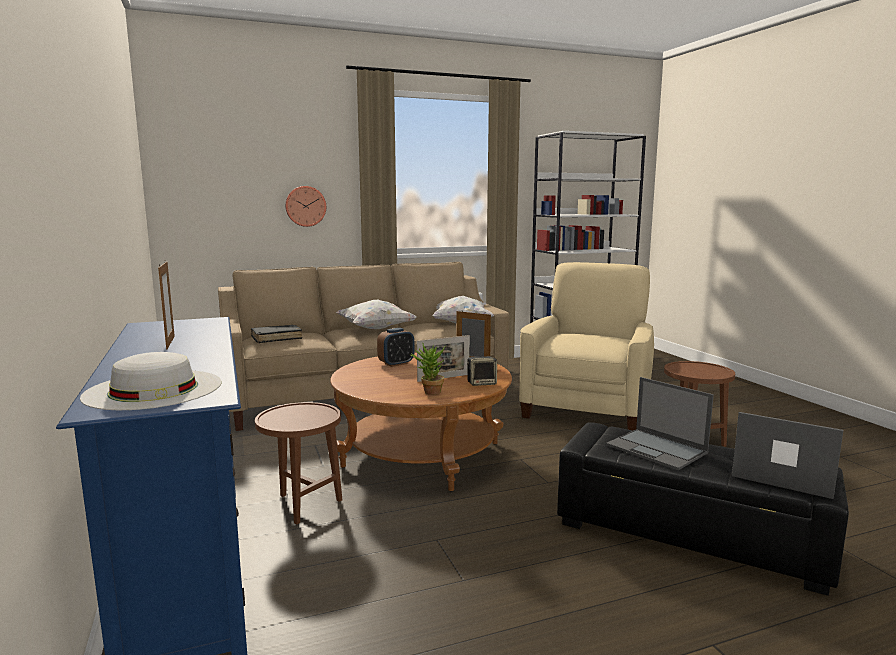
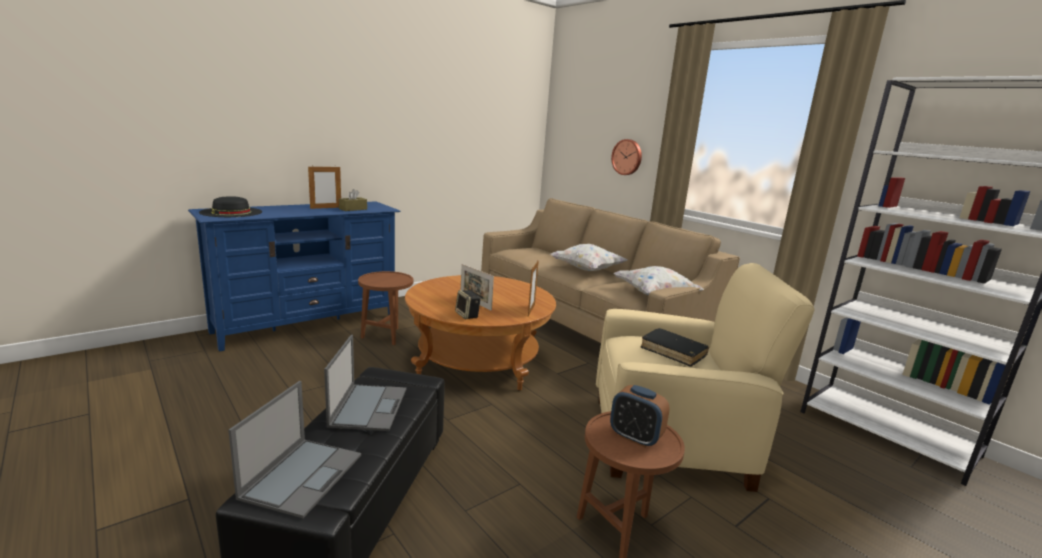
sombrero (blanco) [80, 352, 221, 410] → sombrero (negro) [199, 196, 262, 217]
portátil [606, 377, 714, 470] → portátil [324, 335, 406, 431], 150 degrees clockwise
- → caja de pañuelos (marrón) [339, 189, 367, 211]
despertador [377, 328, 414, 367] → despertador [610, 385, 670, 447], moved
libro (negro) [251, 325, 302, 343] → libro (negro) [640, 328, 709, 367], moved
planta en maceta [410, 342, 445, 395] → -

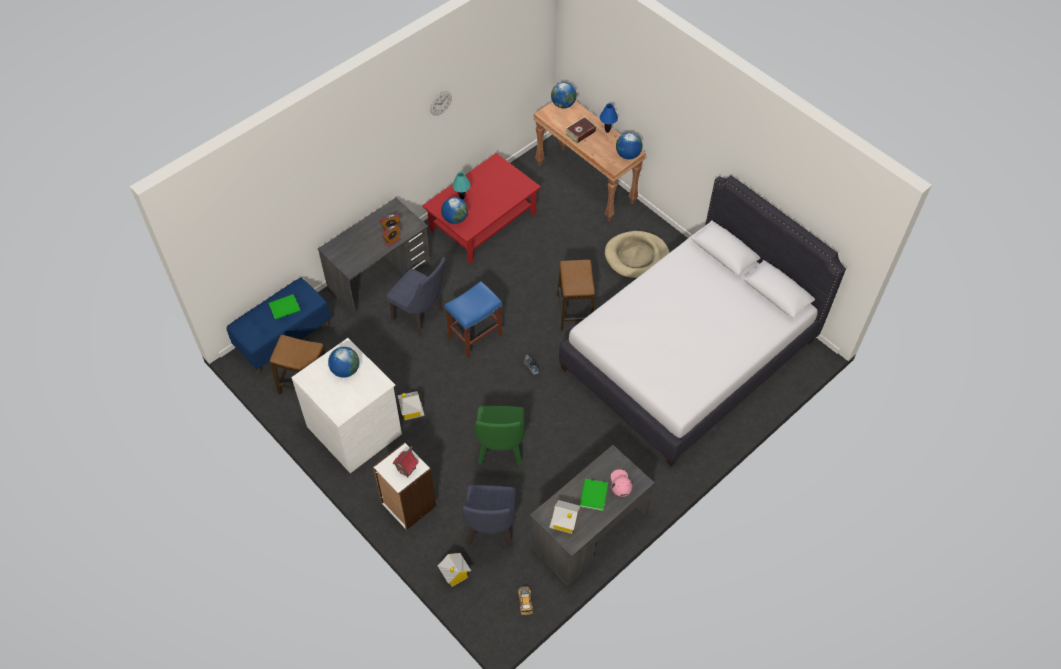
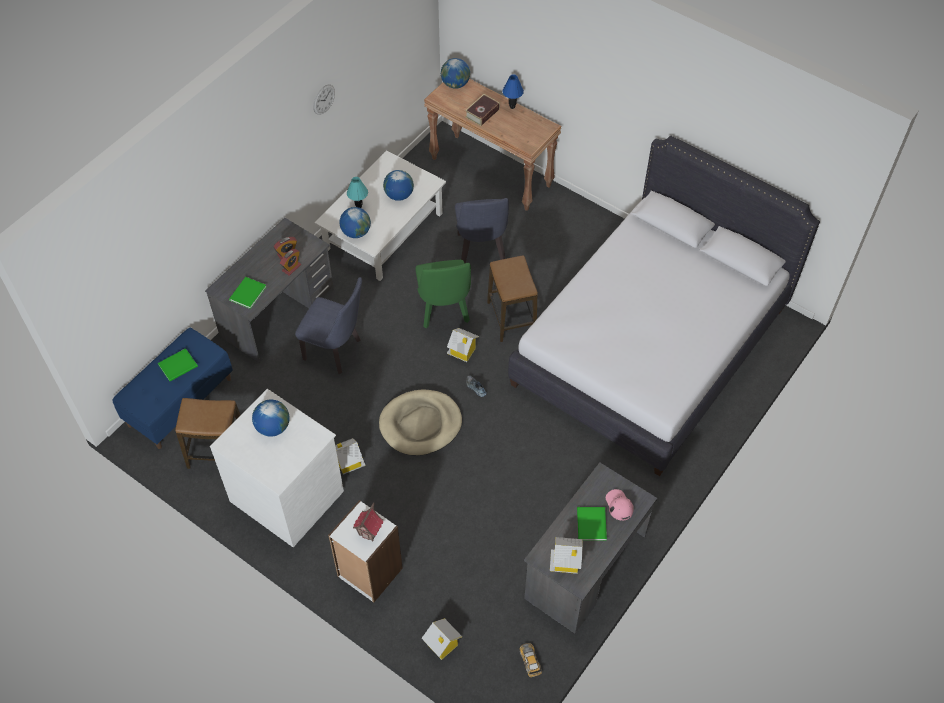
- → libro (verde) [229, 277, 267, 309]
mesa de centro (rojo) [422, 153, 541, 263] → mesa de centro (blanco) [315, 150, 446, 281]
cama para perro (beis) [605, 231, 670, 278] → cama para perro (beis) [379, 390, 462, 456], moved
globo terráqueo [616, 133, 643, 159] → globo terráqueo [383, 170, 414, 201], moved
silla (verde) [474, 406, 525, 465] → silla (verde) [415, 260, 471, 328], moved
- → casita [447, 328, 479, 362]
silla (azul) [462, 485, 516, 547] → silla (azul) [455, 198, 509, 263], moved
taburete (azul) [445, 281, 502, 358] → -

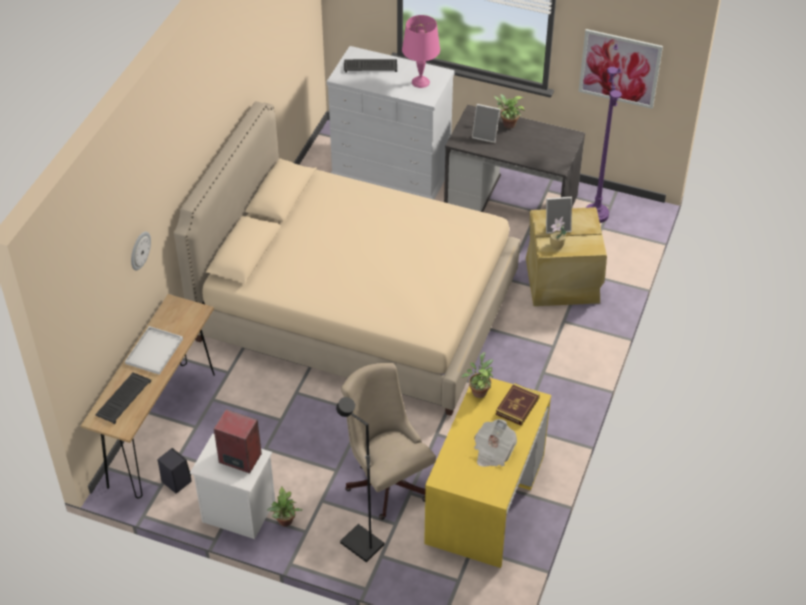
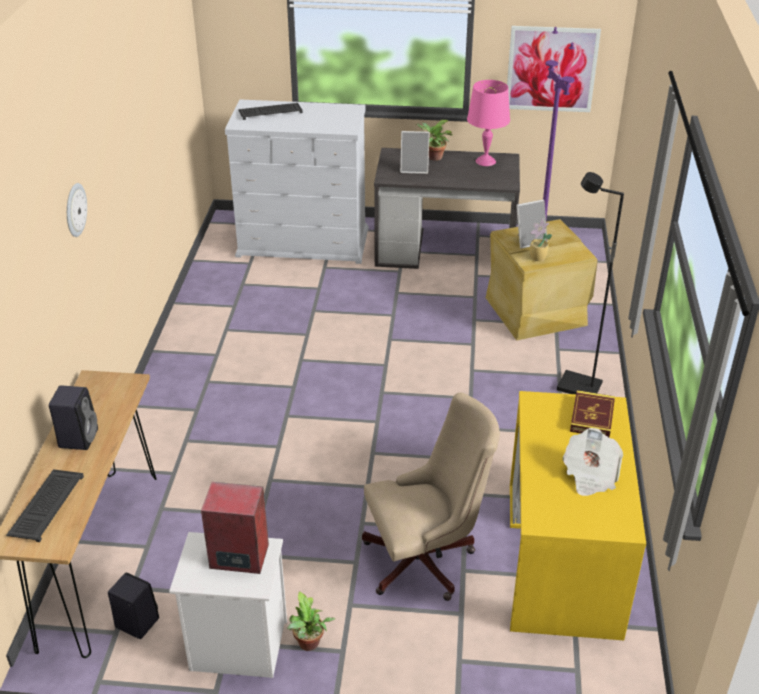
bandeja (blanco) [125, 326, 183, 375] → altavoz (negro) [49, 385, 98, 450]
reloj de pared [131, 231, 151, 270] → reloj de pared [67, 183, 87, 237], moved
silla de oficina (beis) [341, 363, 436, 520] → silla de oficina (beis) [362, 392, 500, 601], 120 degrees clockwise
lámpara de mesa (rosa) [402, 15, 440, 88] → lámpara de mesa (rosa) [467, 80, 510, 166], moved
lámpara de pie (negro) [336, 397, 385, 563] → lámpara de pie (negro) [557, 172, 624, 394], moved
cama (beis) [174, 101, 520, 416] → -
planta en maceta [461, 352, 493, 398] → -

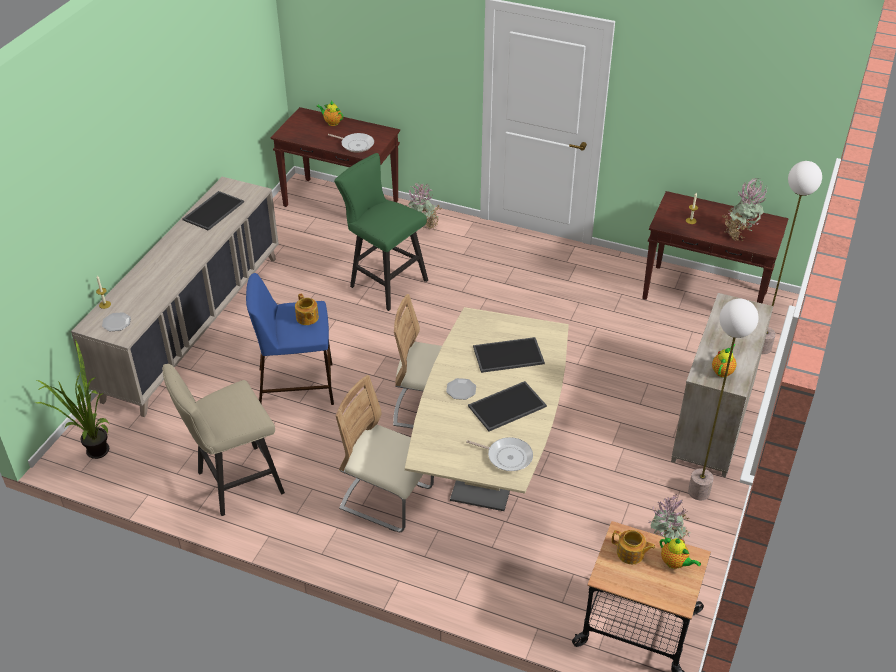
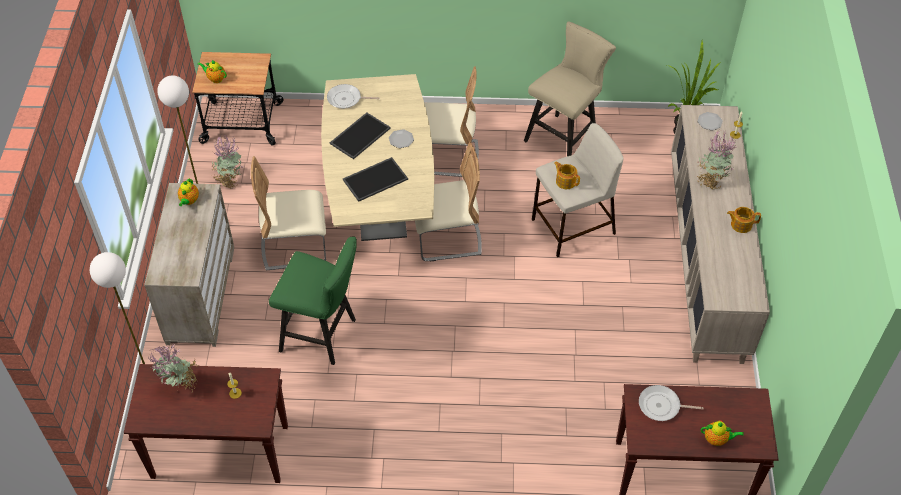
- → silla (beis) [251, 156, 326, 271]
taburete (verde) [334, 153, 428, 311] → taburete (verde) [269, 237, 357, 365], moved
taburete (azul) [246, 273, 334, 405] → taburete (beis) [532, 123, 624, 257]
planta en maceta [408, 183, 441, 230] → planta en maceta [697, 129, 737, 190], moved
tetera [612, 530, 655, 564] → tetera [727, 207, 761, 233], moved
bandeja [182, 191, 244, 231] → -

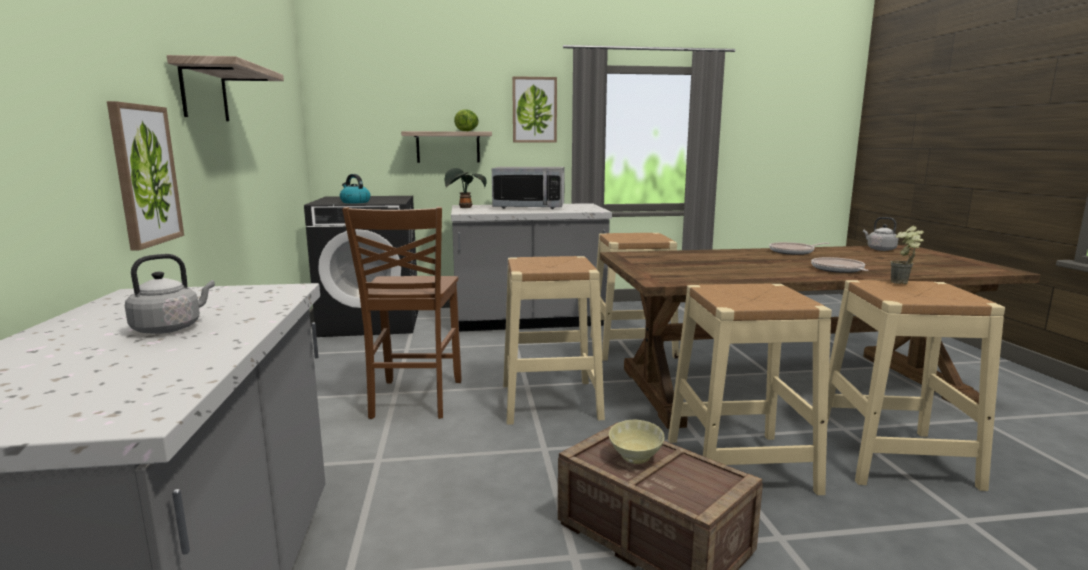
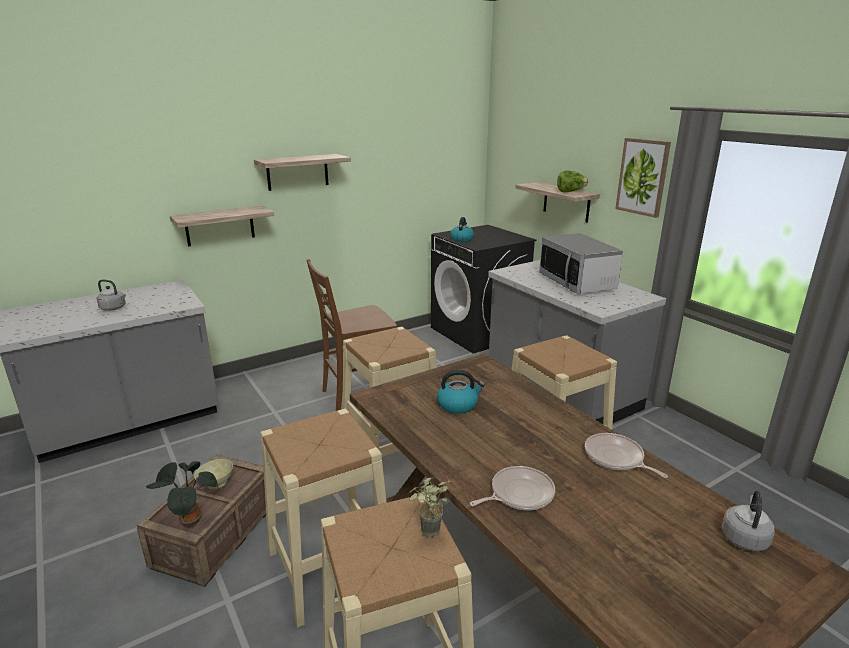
planta en maceta [444, 168, 487, 208] → planta en maceta [146, 461, 218, 527], moved
cuadro [107, 101, 184, 251] → estante [170, 206, 274, 247]
- → hervidor [437, 370, 485, 414]

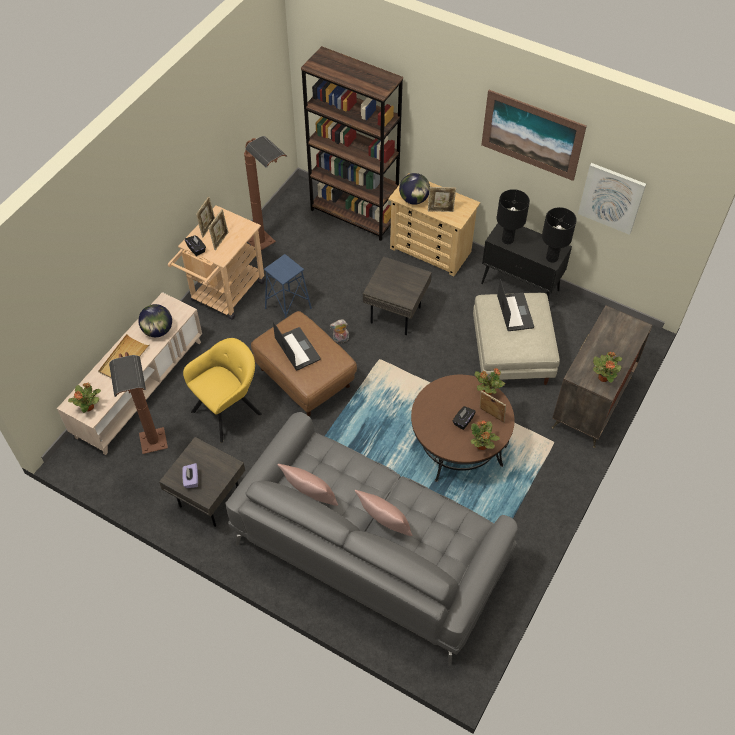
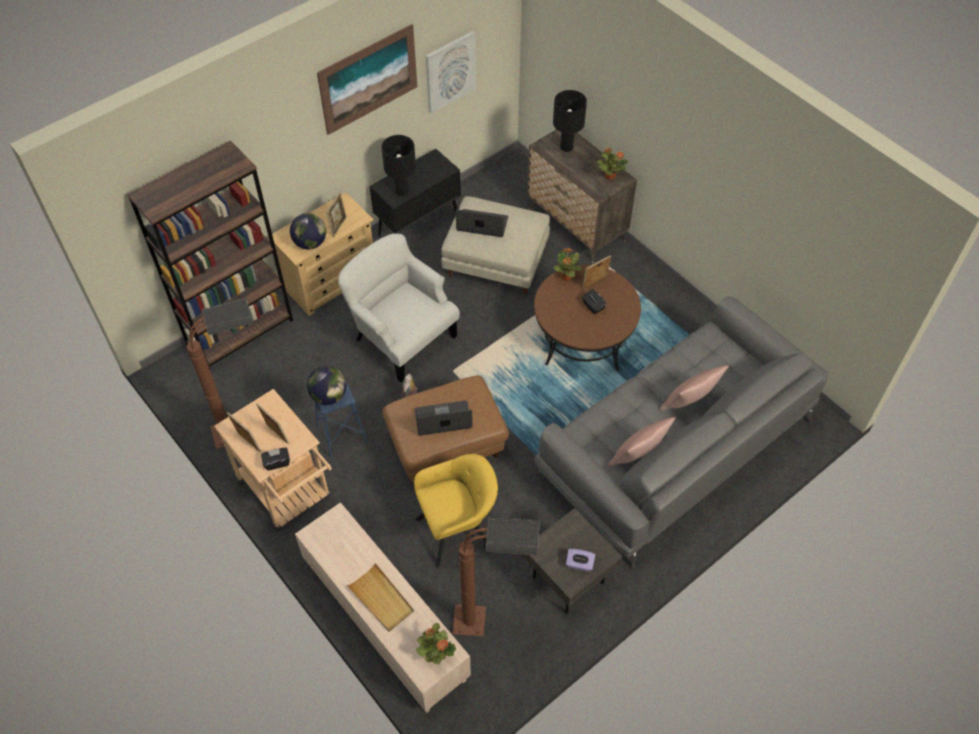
globo terráqueo [138, 304, 172, 337] → globo terráqueo [307, 366, 347, 405], moved
mesa auxiliar (gris) [363, 257, 432, 335] → sillón (blanco) [338, 233, 460, 383]
sillón (amarillo) [183, 338, 262, 443] → sillón (amarillo) [414, 454, 498, 568], 90 degrees clockwise
lámpara de mesa (negro) [542, 207, 577, 263] → lámpara de mesa (negro) [553, 90, 587, 152], moved
planta en maceta [471, 420, 500, 450] → -

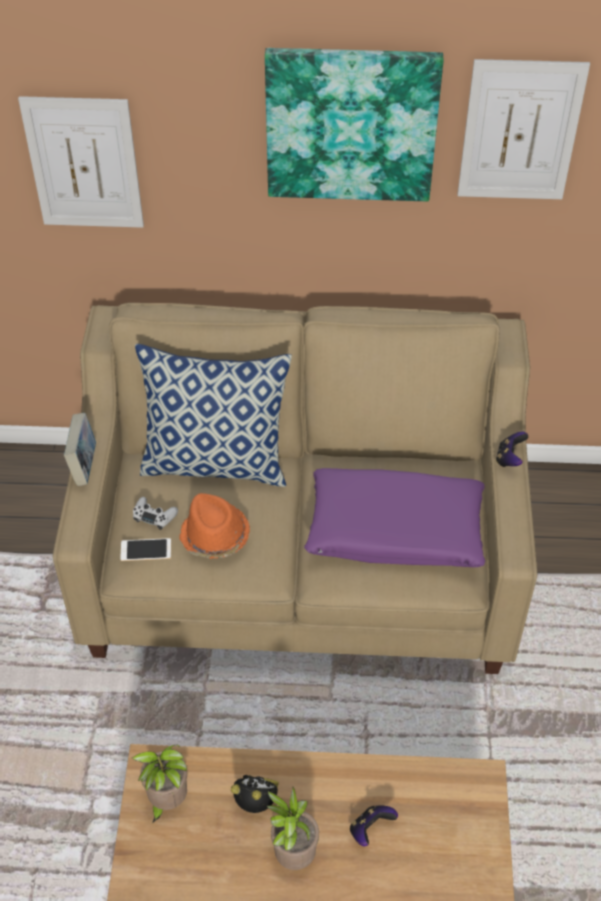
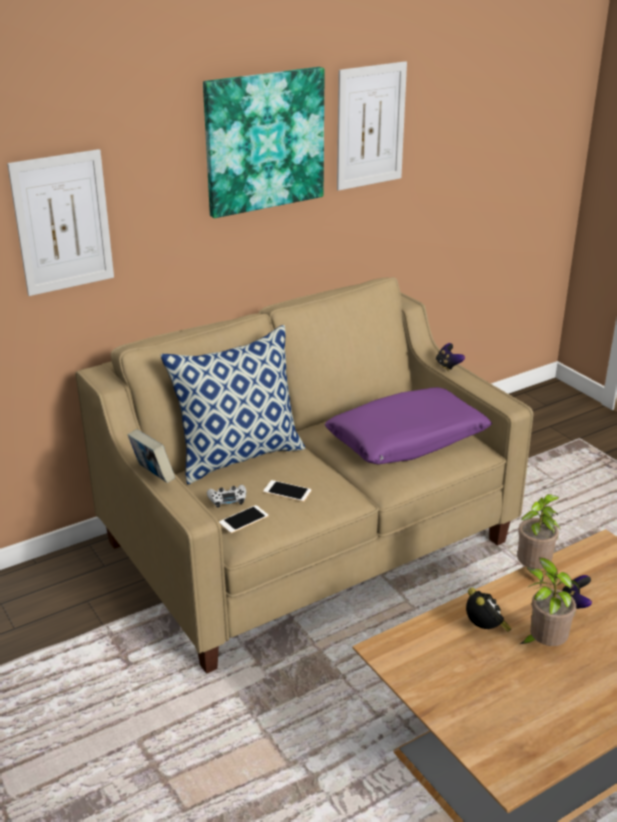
sombrero (naranja) [179, 493, 250, 559] → móvil [263, 480, 312, 502]
despertador [231, 775, 279, 813] → despertador [466, 588, 511, 632], 90 degrees clockwise
planta en maceta [132, 745, 187, 823] → planta en maceta [517, 494, 561, 587], moved

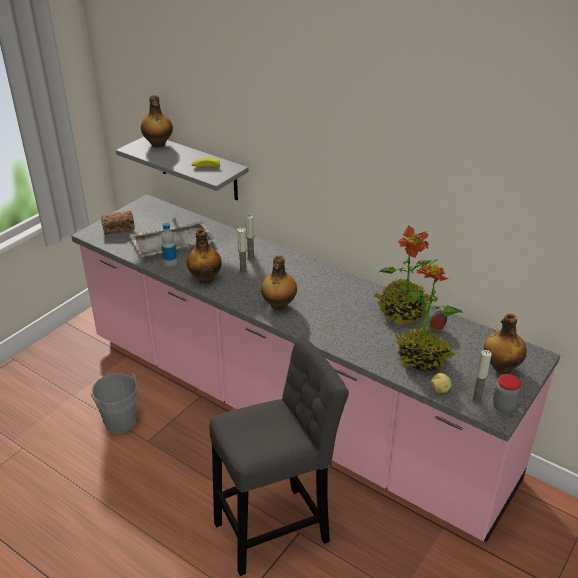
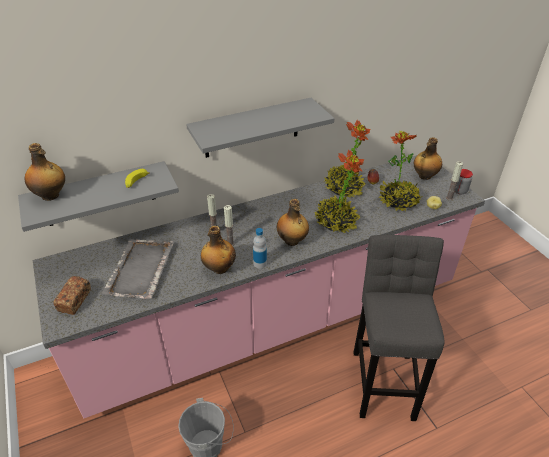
- → estante (gris) [186, 98, 334, 158]
botella [161, 223, 177, 266] → botella [253, 228, 267, 268], moved
- → planta en maceta [314, 149, 364, 233]

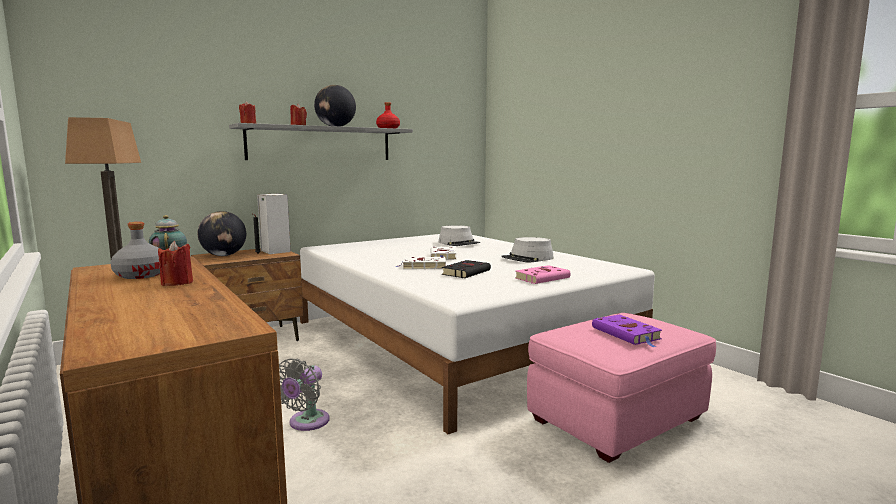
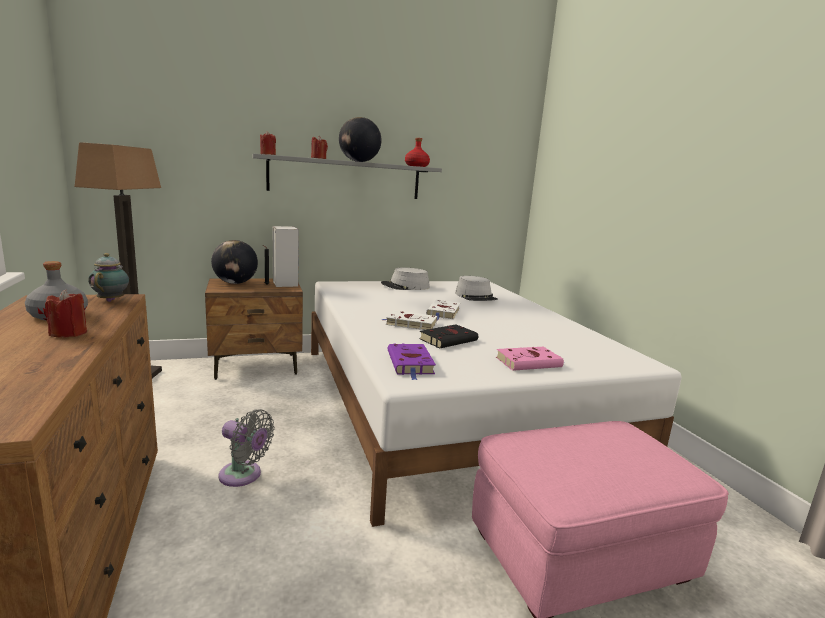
ventilador (gris) [279, 359, 329, 431] → ventilador (gris) [218, 409, 275, 487], 105 degrees counterclockwise
sombrero (gris) [501, 237, 554, 262] → sombrero (gris) [381, 268, 430, 290], moved
libro (morado) [592, 314, 662, 347] → libro (morado) [388, 344, 436, 380], moved

